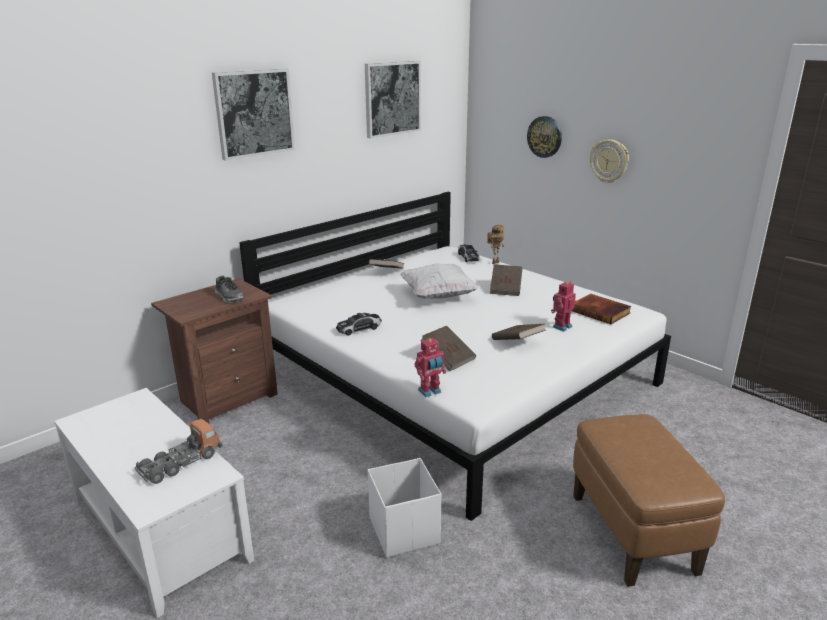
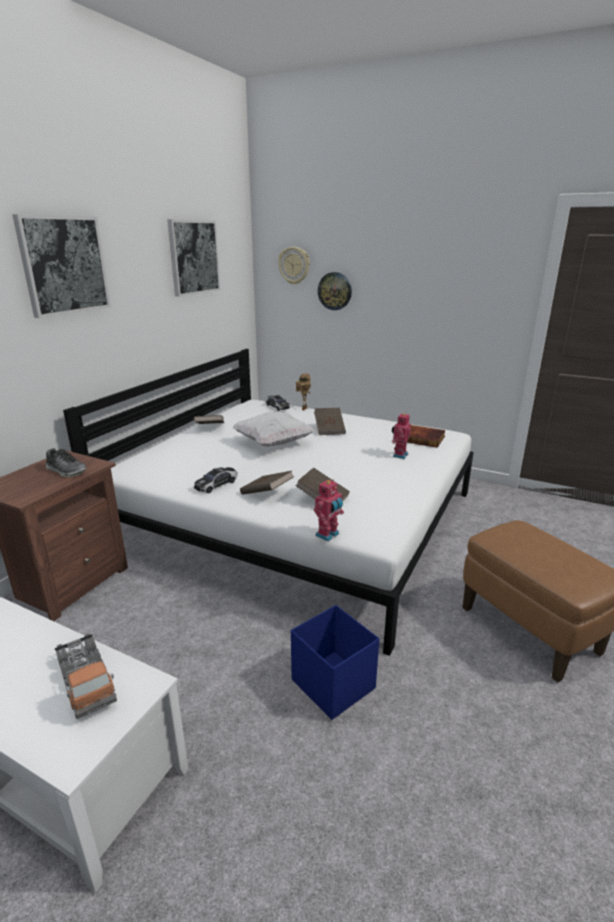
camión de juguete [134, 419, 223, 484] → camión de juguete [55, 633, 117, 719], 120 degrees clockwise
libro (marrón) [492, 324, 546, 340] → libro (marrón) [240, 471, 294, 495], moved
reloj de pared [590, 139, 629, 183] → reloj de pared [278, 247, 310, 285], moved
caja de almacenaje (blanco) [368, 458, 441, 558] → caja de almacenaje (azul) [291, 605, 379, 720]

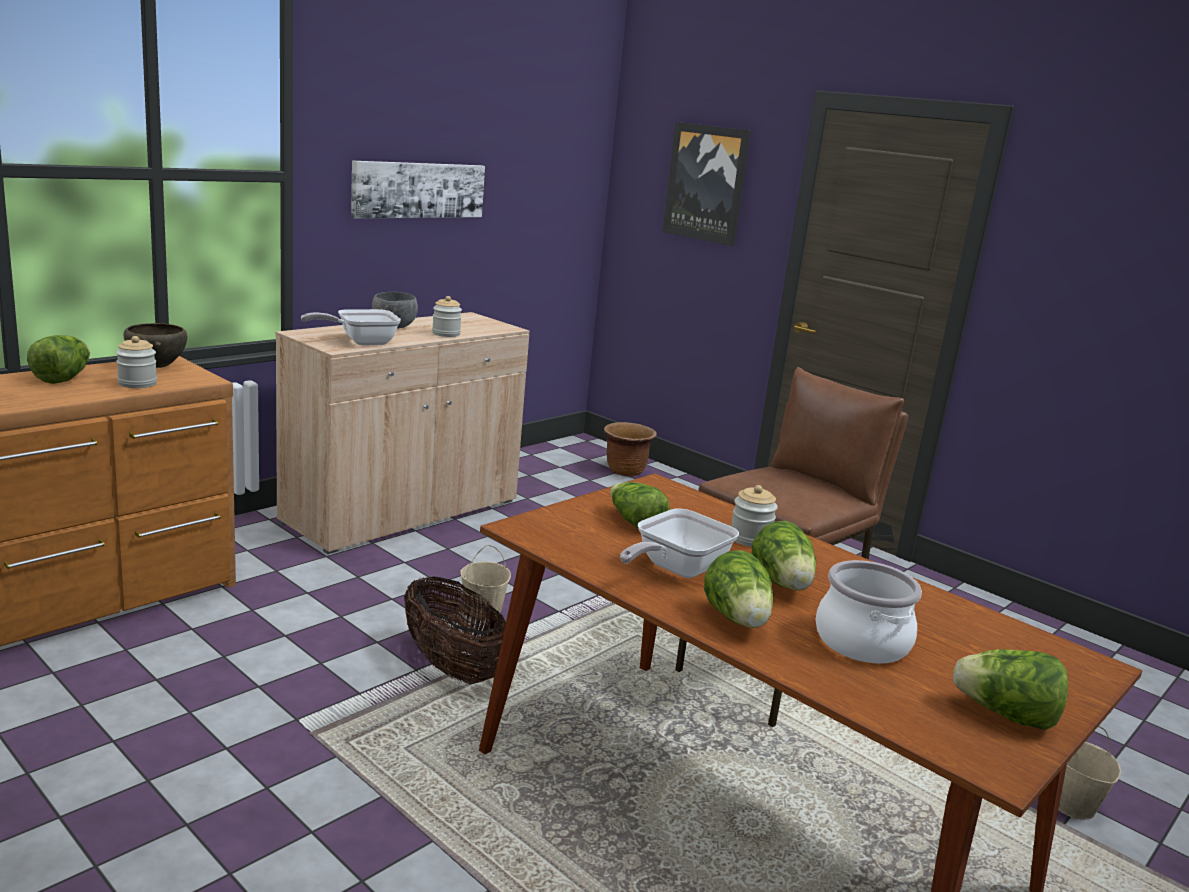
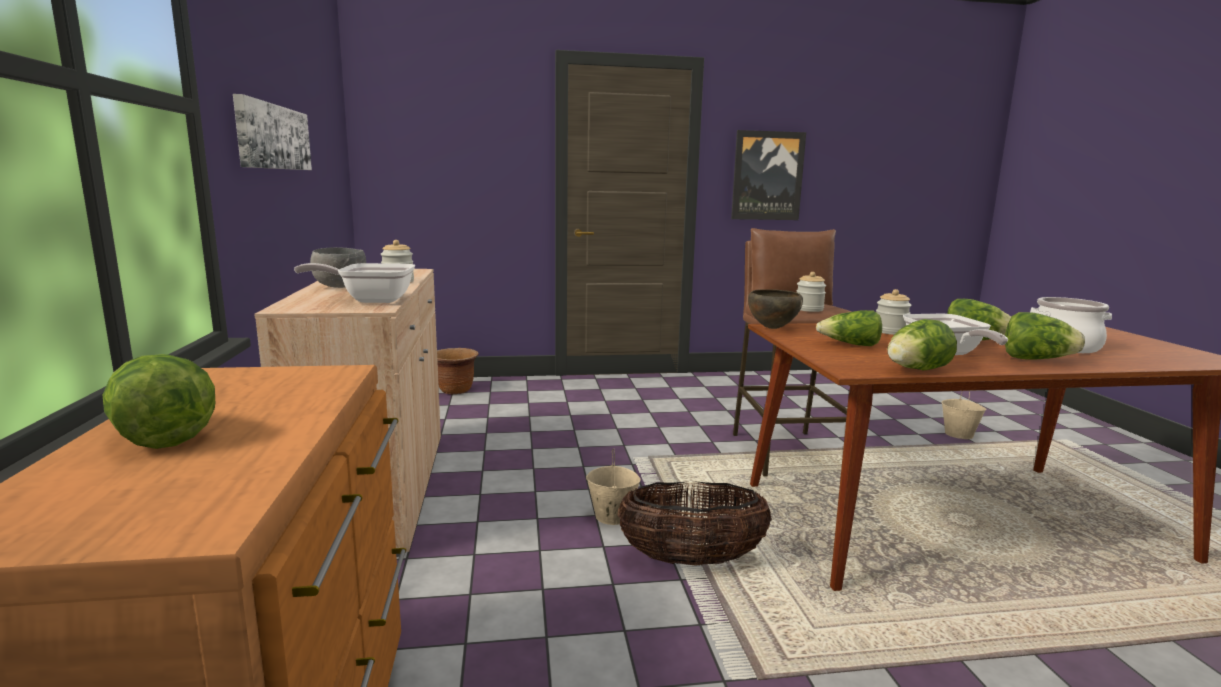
sartén [301, 309, 401, 345] → sartén [294, 263, 415, 303], 75 degrees clockwise
cuadro [662, 122, 751, 246] → cuadro [731, 130, 806, 220], moved
cuenco (marrón) [124, 323, 187, 368] → cuenco (marrón) [748, 289, 803, 329], moved
tarro [116, 336, 157, 388] → tarro [797, 272, 826, 312], moved
lechuga [953, 649, 1068, 730] → lechuga [887, 319, 957, 370], moved

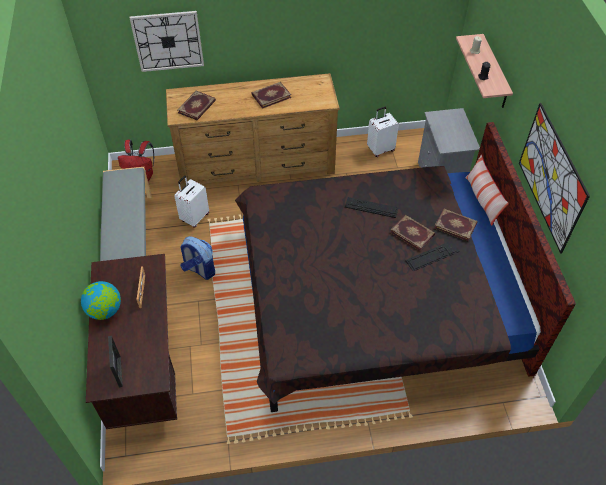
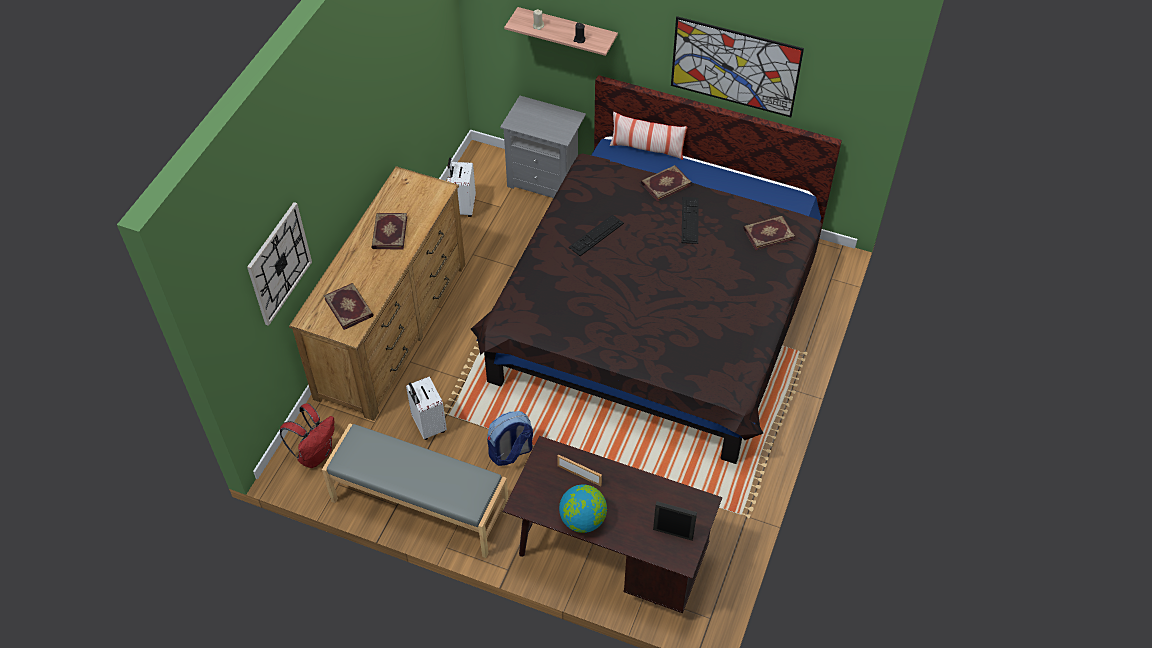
libro [390, 215, 435, 251] → libro [743, 216, 795, 250], moved

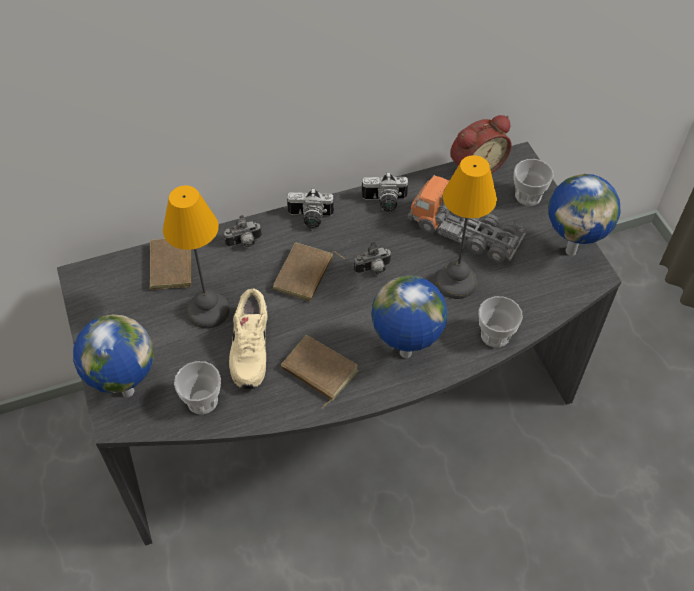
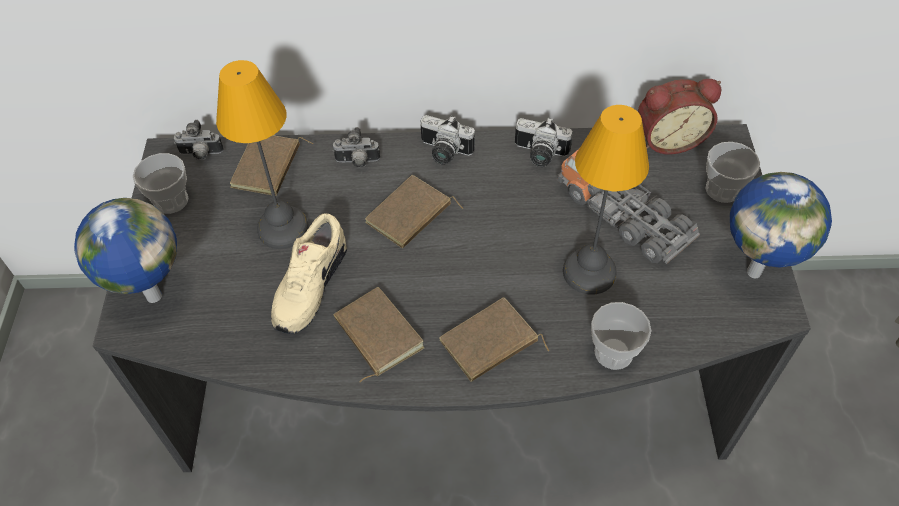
taza [174, 361, 221, 415] → taza [132, 153, 188, 214], moved
cámara [354, 241, 392, 274] → cámara [174, 120, 224, 160], moved
globo terráqueo [371, 275, 448, 358] → libro (marrón) [439, 297, 549, 382]

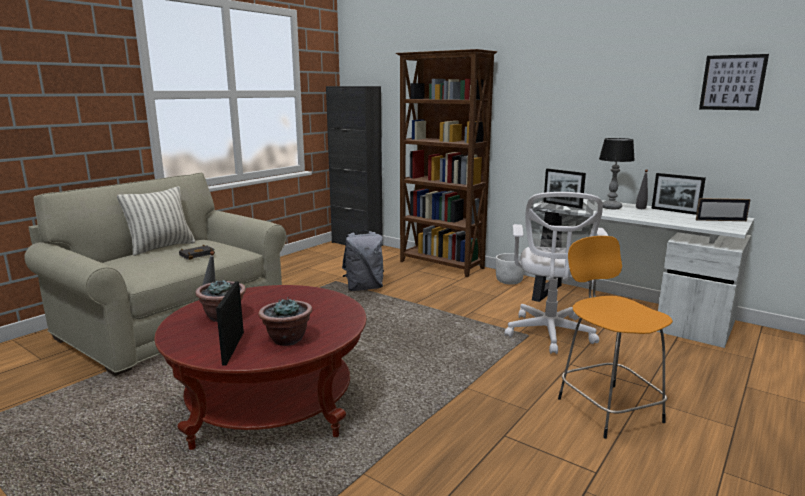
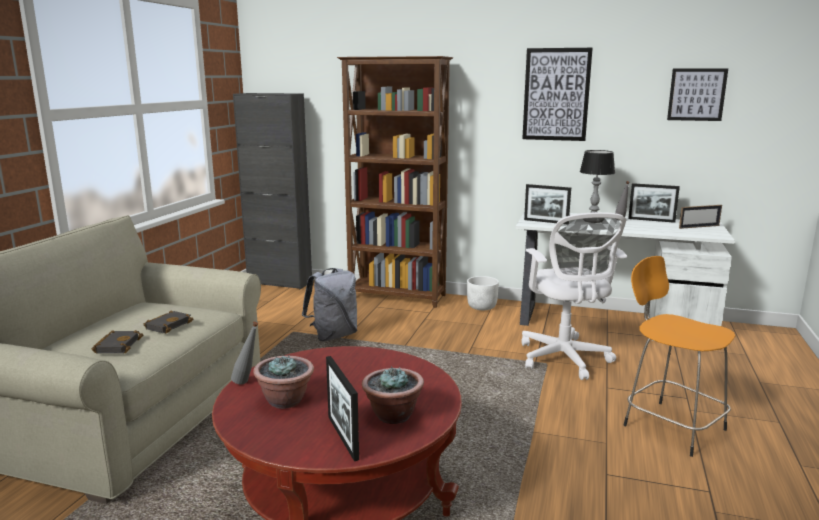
- → libro (negro) [91, 330, 143, 354]
- → cuadro [522, 48, 593, 141]
cojín [117, 186, 195, 256] → -

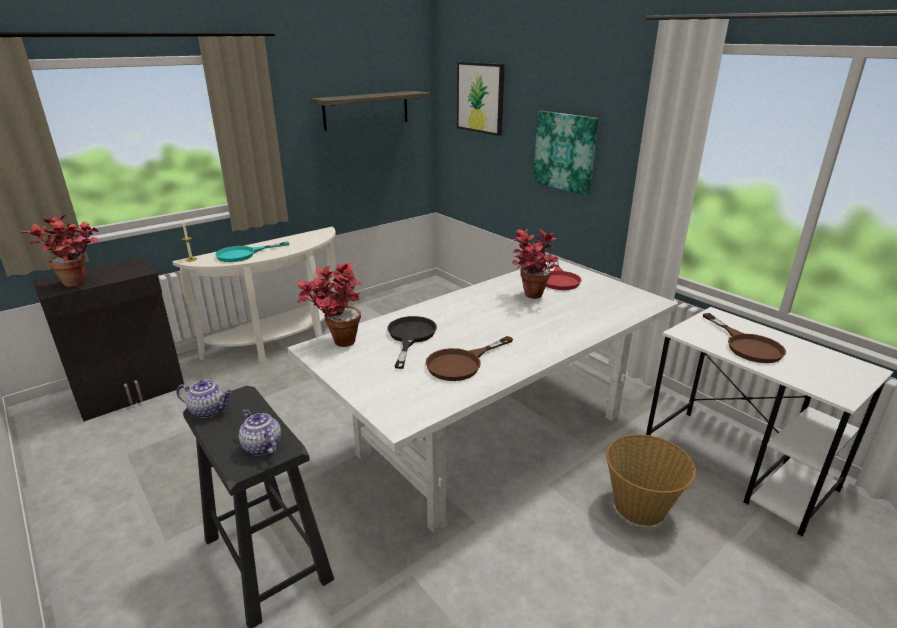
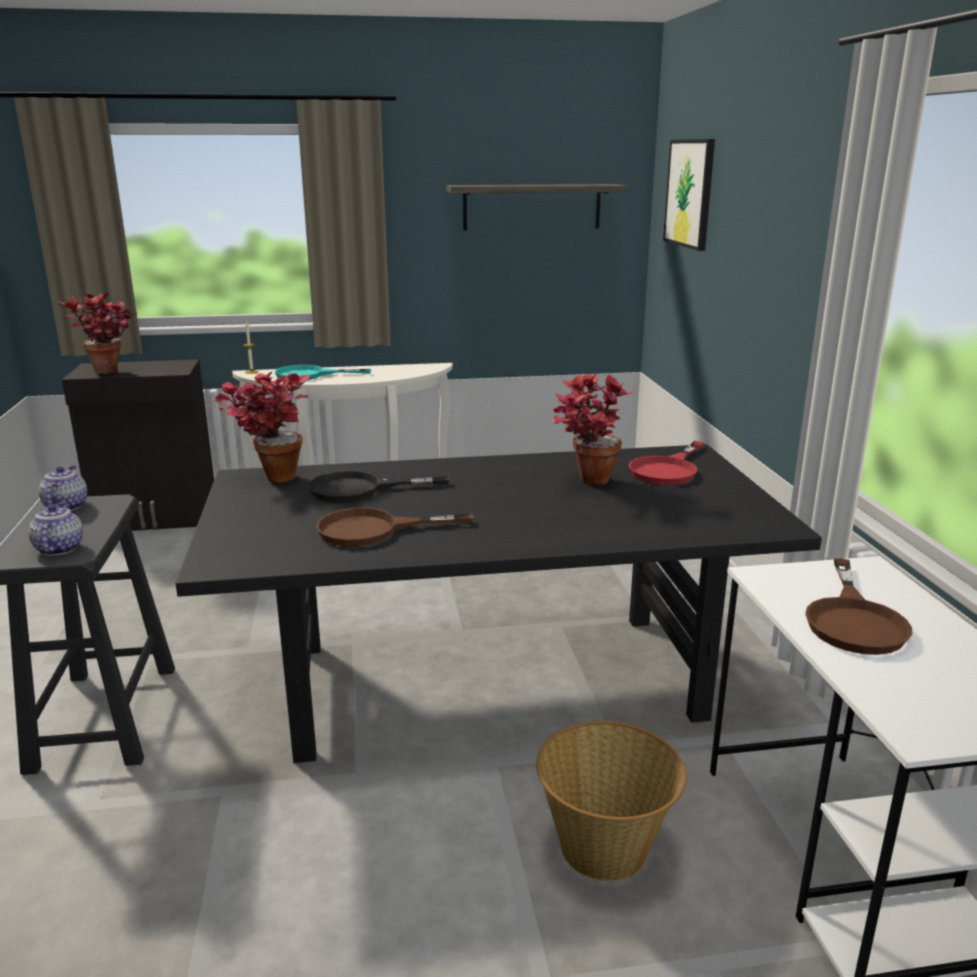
tetera [176, 380, 232, 418] → tetera [39, 465, 88, 511], 135 degrees counterclockwise
mesa de comedor (blanco) [288, 259, 678, 533] → mesa de comedor (negro) [175, 444, 822, 763]
sartén (negro) [387, 316, 437, 369] → sartén (negro) [308, 471, 450, 503], 135 degrees counterclockwise
cuadro [533, 111, 599, 196] → -

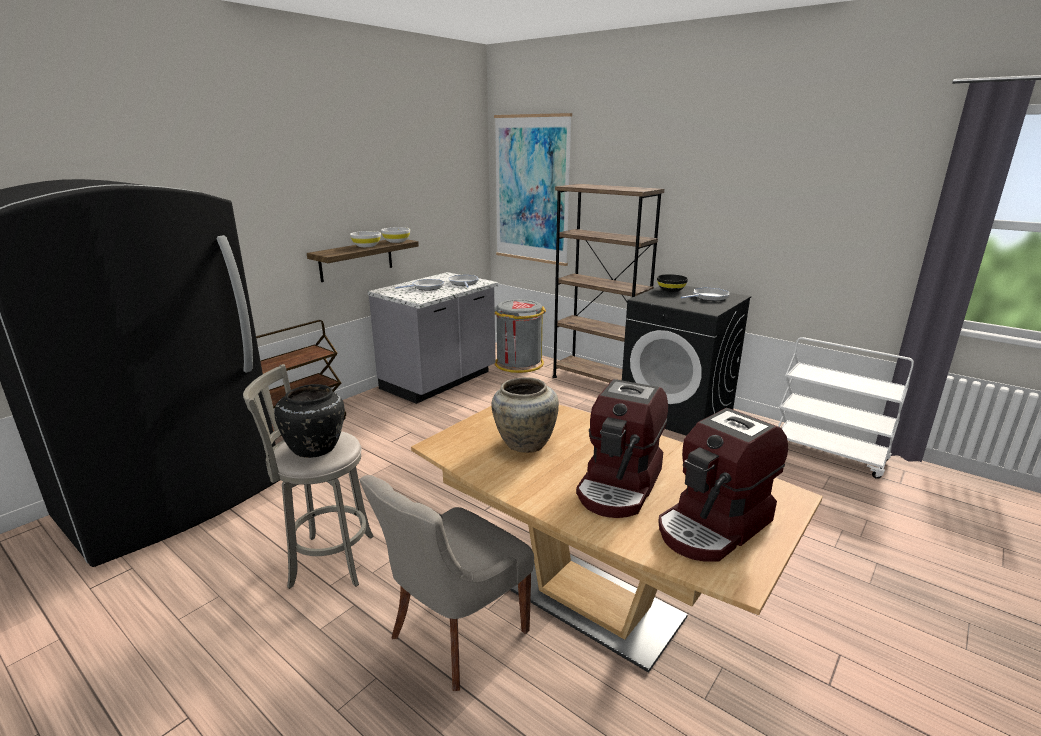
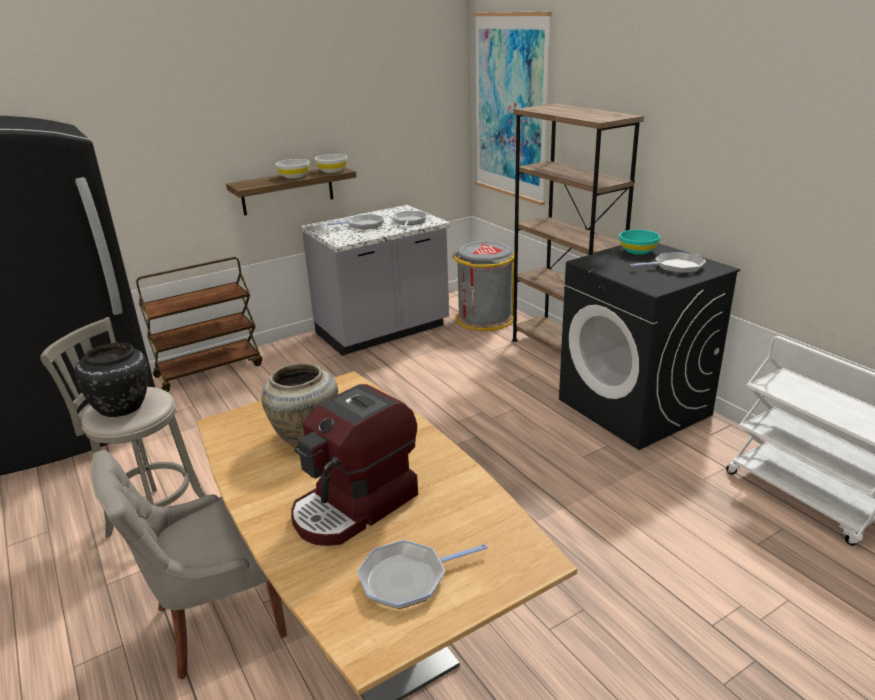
cafetera [658, 408, 788, 562] → sartén [357, 540, 488, 609]
cuenco (negro) [657, 274, 688, 292] → cuenco (turquesa) [619, 230, 660, 255]

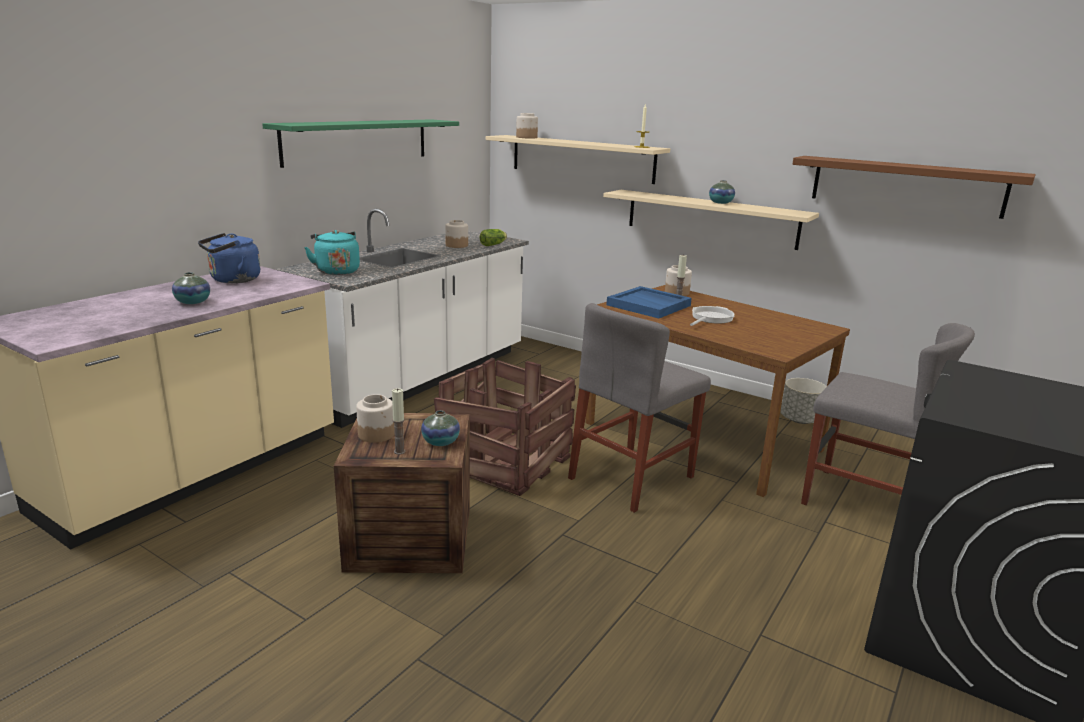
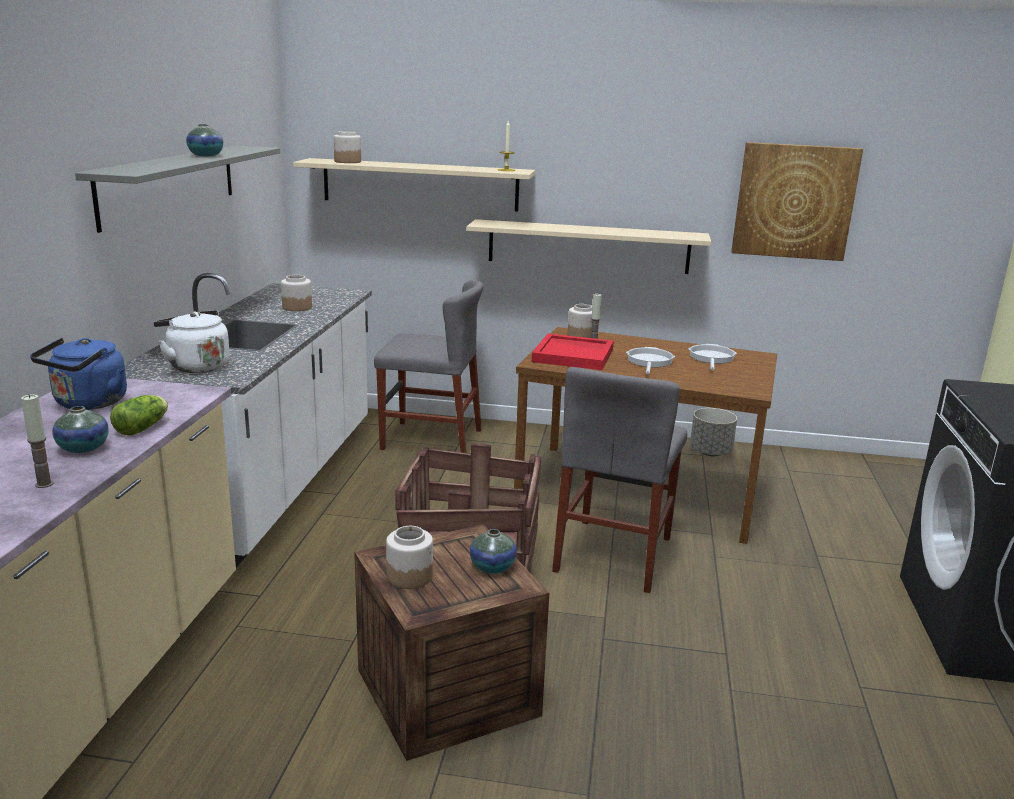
vela [392, 388, 406, 454] → vela [21, 394, 53, 488], moved
estante (verde) [262, 119, 459, 168] → estante (gris) [75, 146, 280, 233]
lechuga [480, 229, 507, 246] → lechuga [110, 395, 168, 436], moved
hervidor (turquesa) [304, 230, 360, 275] → hervidor (blanco) [153, 310, 230, 373]
florero [709, 180, 735, 204] → florero [186, 124, 223, 156], moved
silla (gris) [801, 323, 975, 505] → silla (gris) [374, 280, 484, 453], moved
bandeja (azul) [607, 286, 692, 318] → bandeja (rojo) [532, 334, 614, 370]
- → sartén [688, 344, 737, 370]
estante (marrón) [792, 156, 1036, 219] → cuadro [731, 142, 863, 261]

